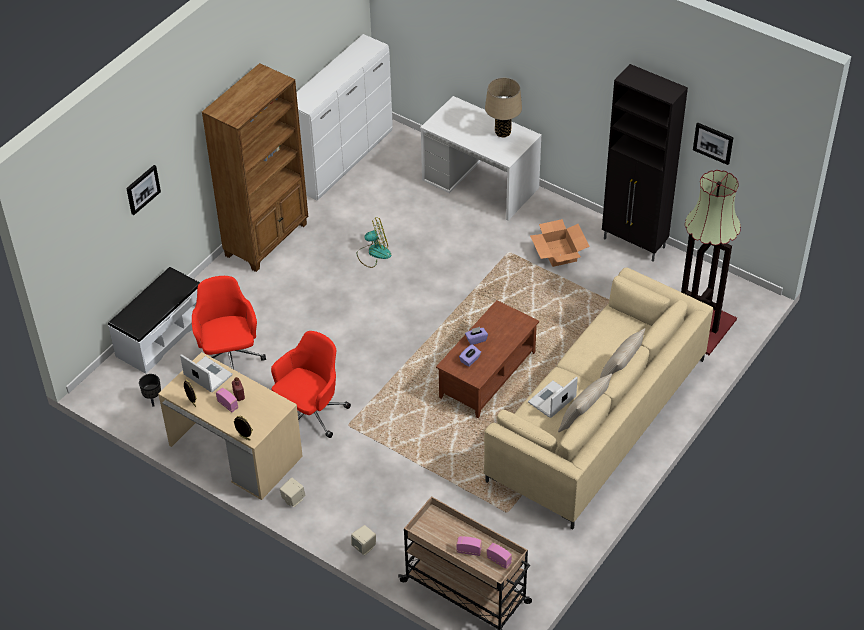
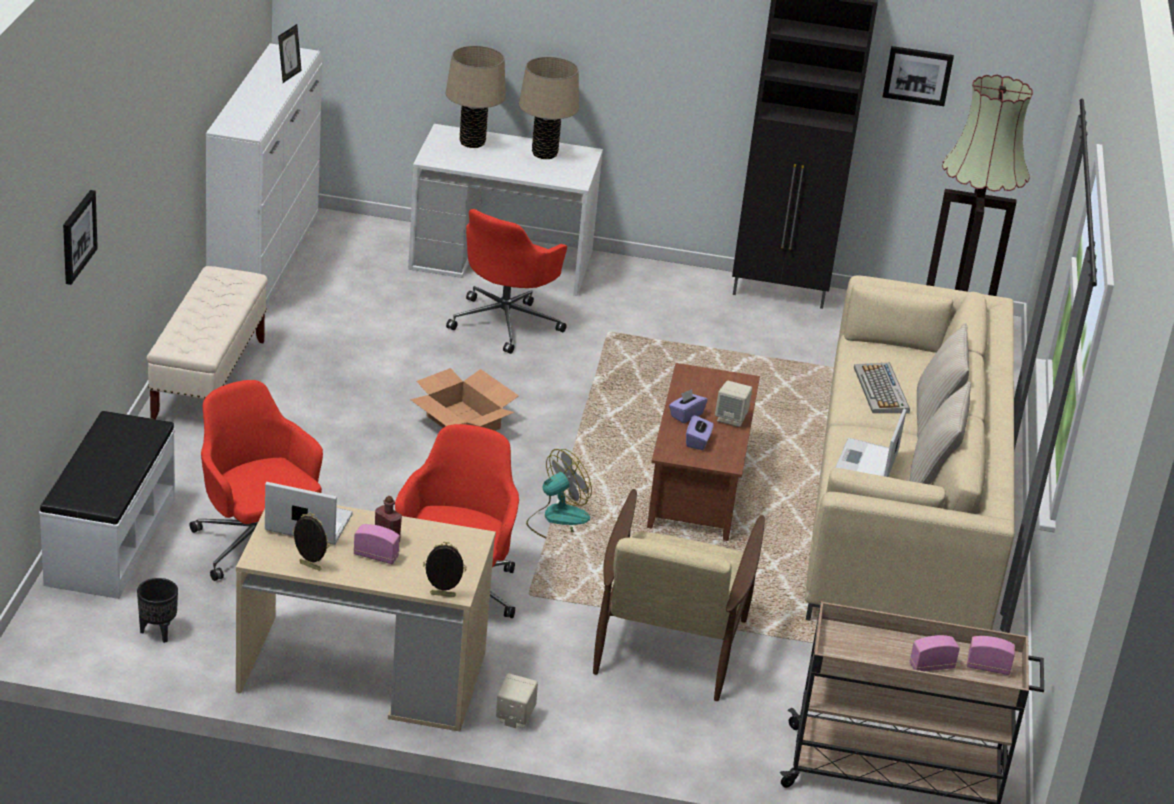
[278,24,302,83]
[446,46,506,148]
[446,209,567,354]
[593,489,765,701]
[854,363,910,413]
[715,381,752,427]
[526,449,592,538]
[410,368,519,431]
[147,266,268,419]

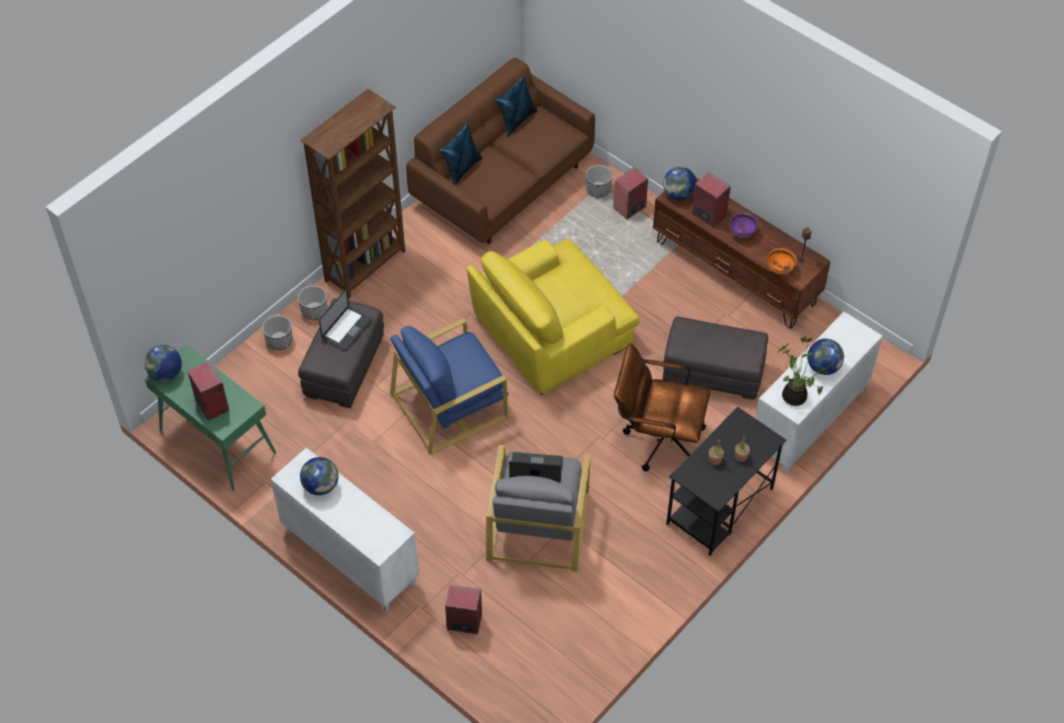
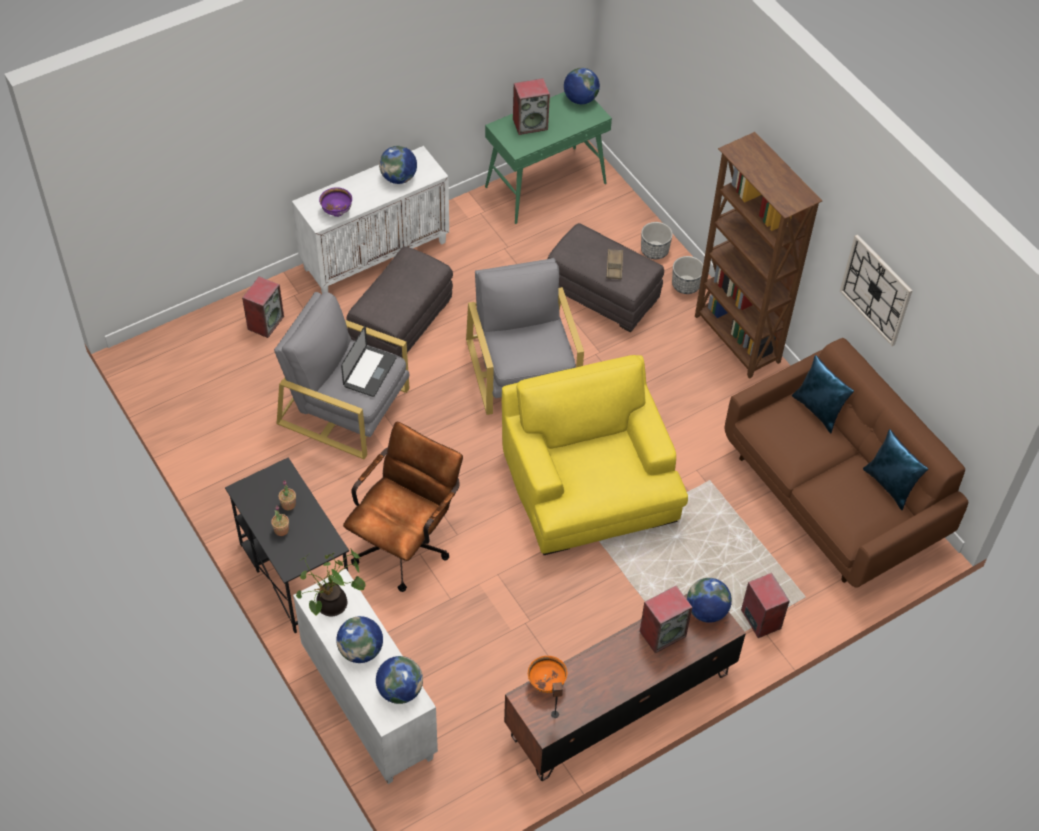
[586,165,613,198] (first image)
[376,656,423,704]
[840,235,913,346]
[347,246,453,358]
[319,187,352,217]
[606,249,623,279]
[466,258,584,415]

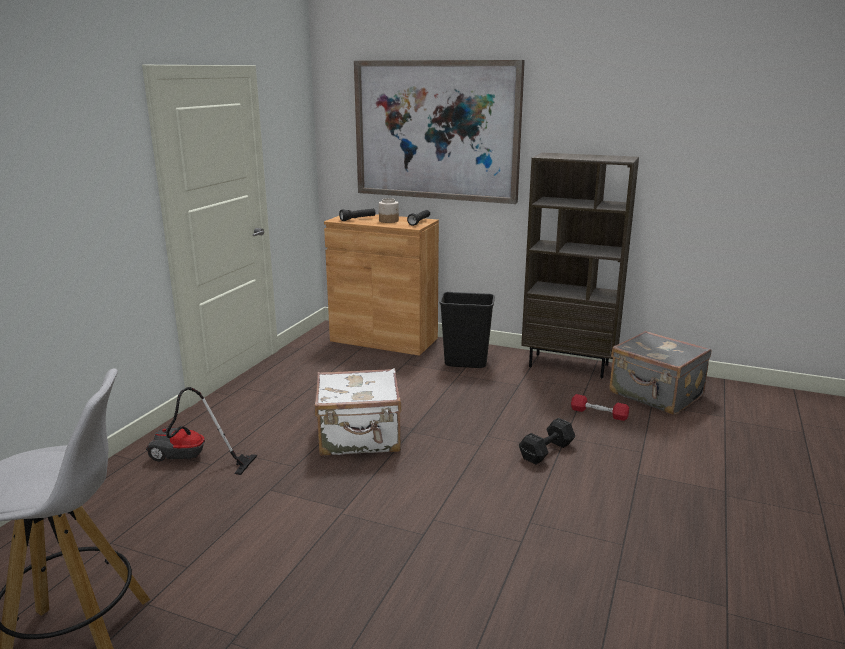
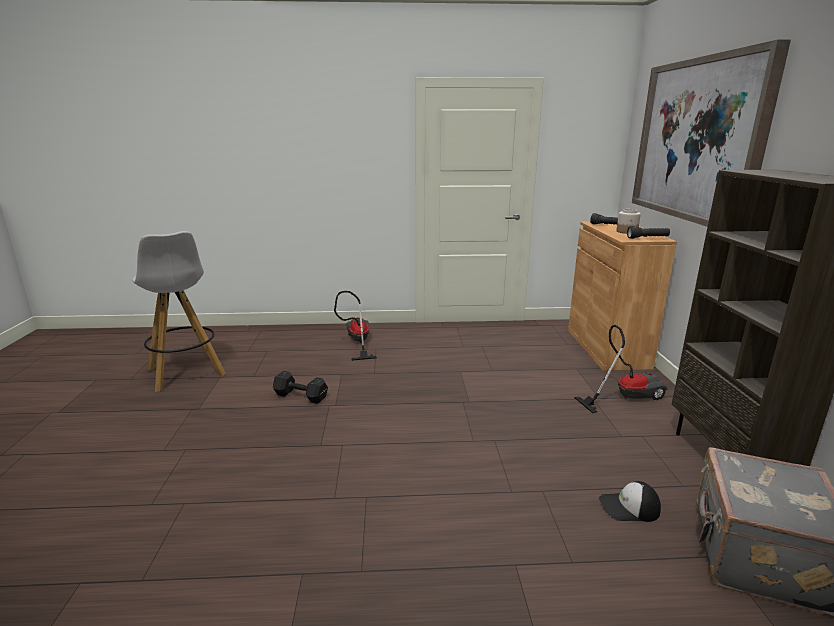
[315,368,401,456] (first image)
[273,371,328,404]
[575,325,667,414]
[599,481,661,522]

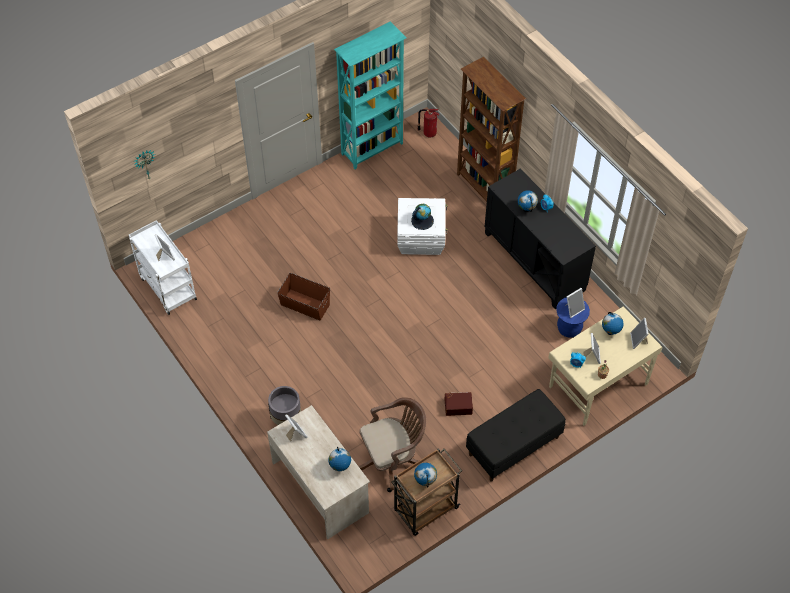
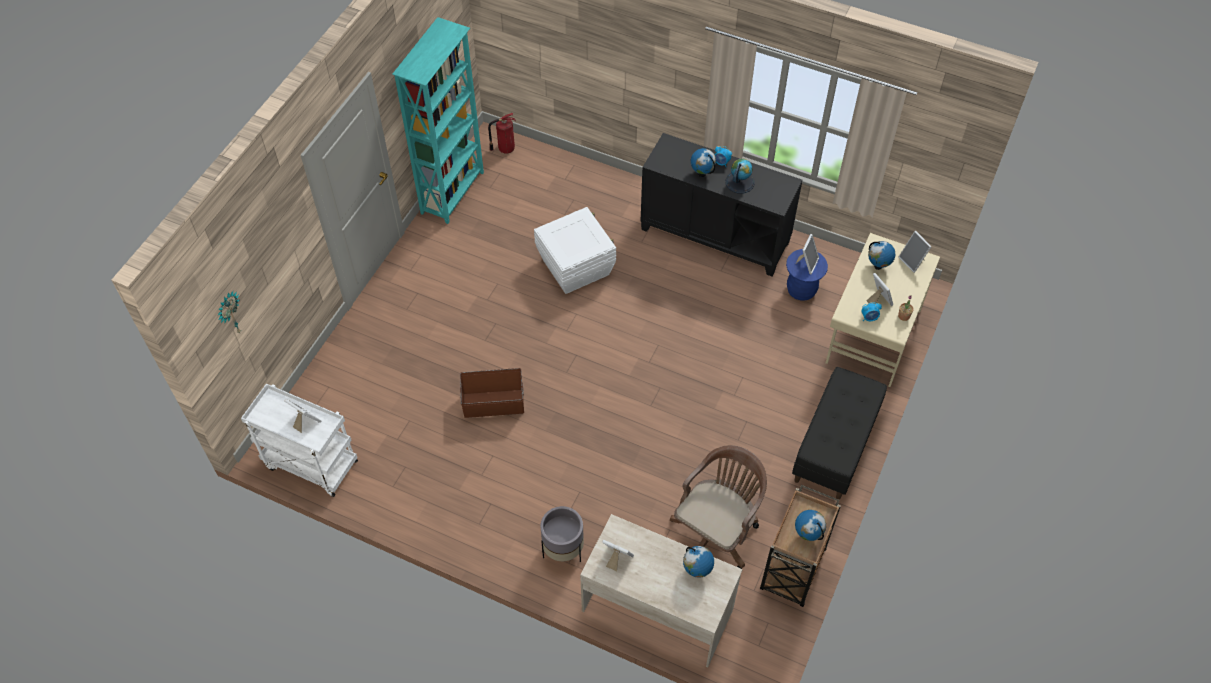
[444,392,473,416] (first image)
[457,57,526,202] (first image)
[725,158,755,193]

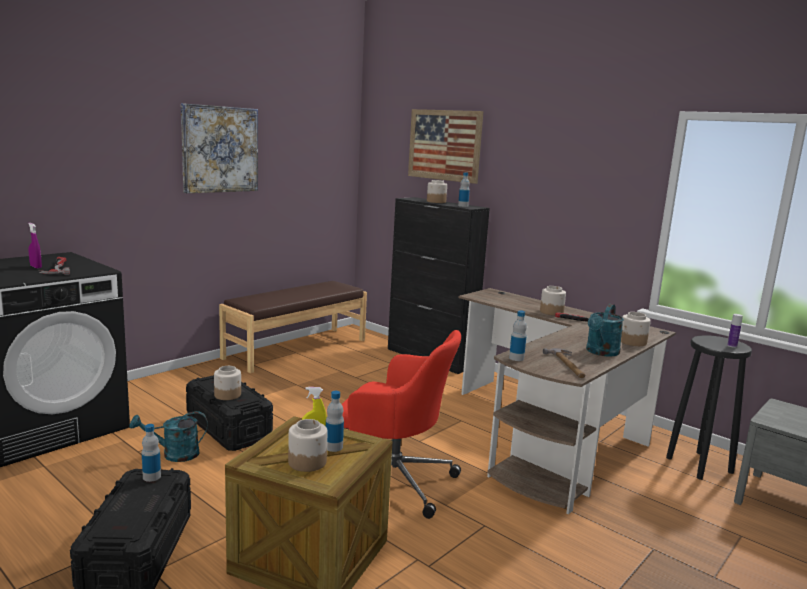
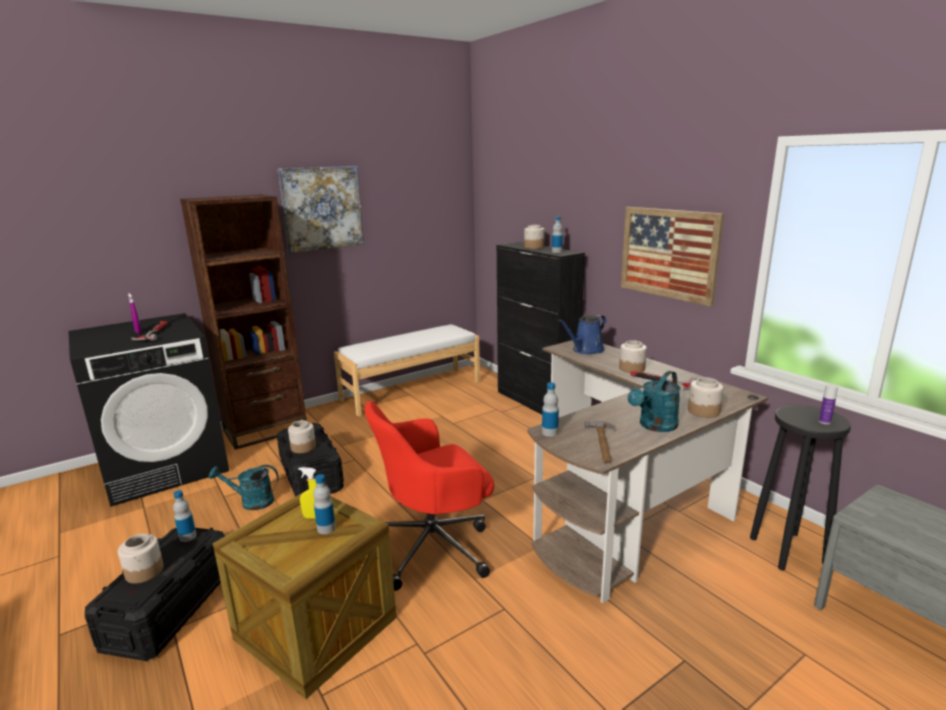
[180,194,307,450]
[558,315,606,354]
[118,534,164,584]
[621,207,724,307]
[334,324,480,417]
[365,401,494,591]

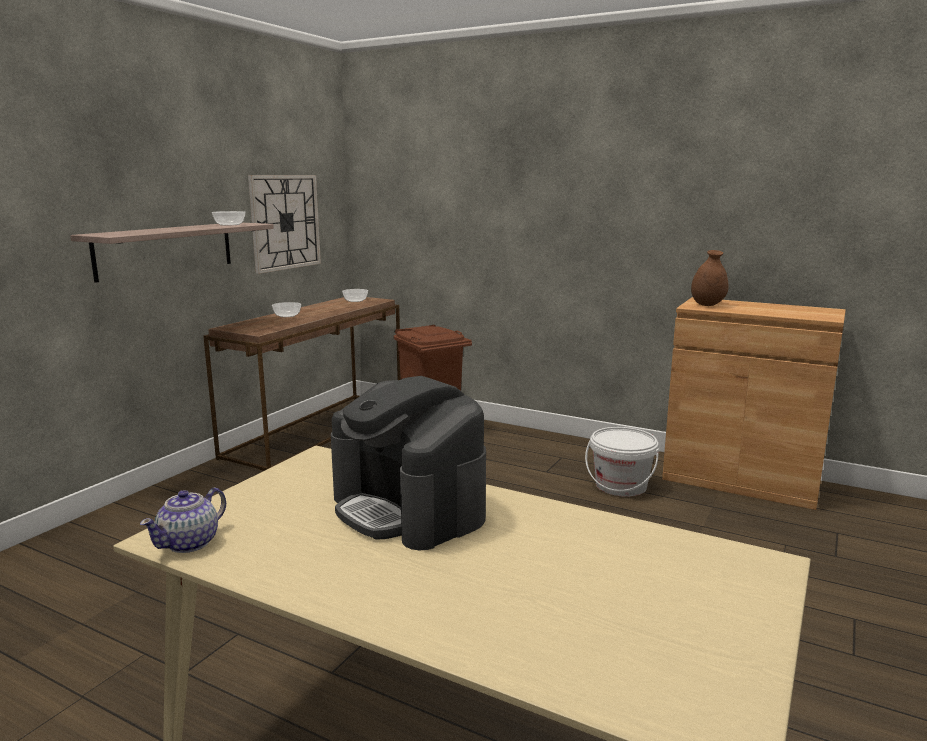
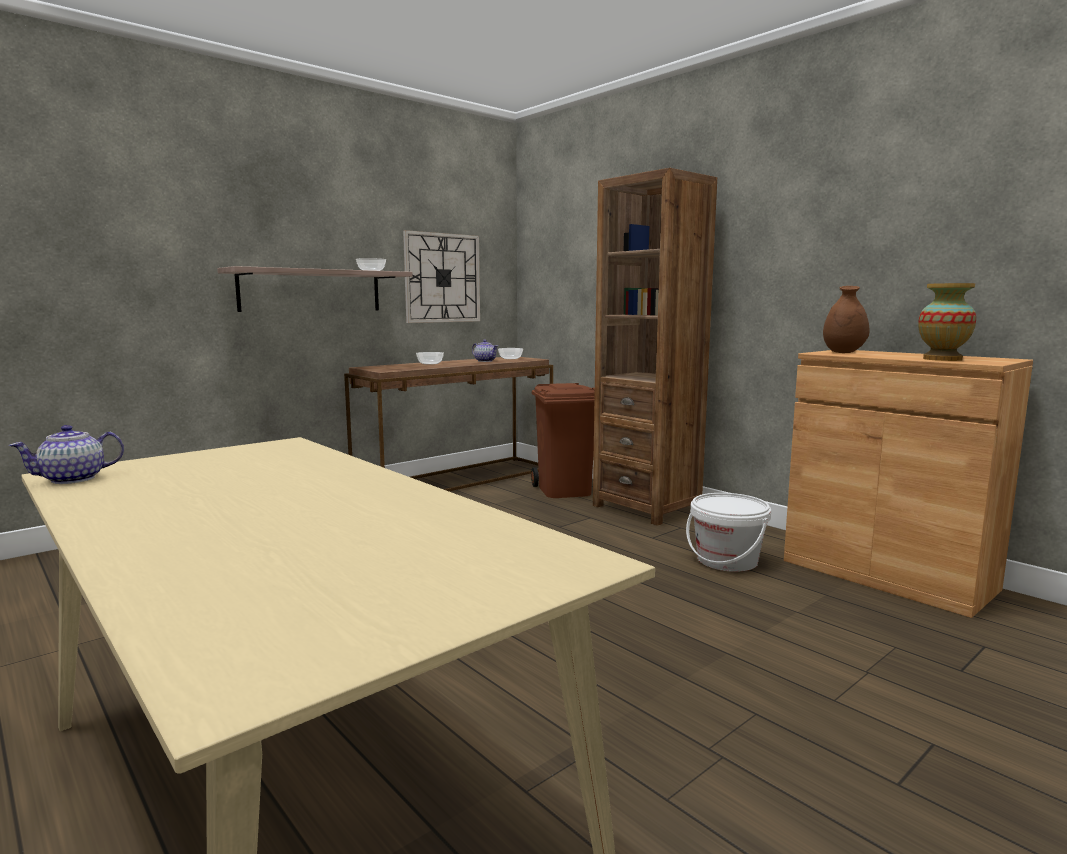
[331,376,486,550] (first image)
[472,340,498,362]
[593,168,717,526]
[918,283,976,361]

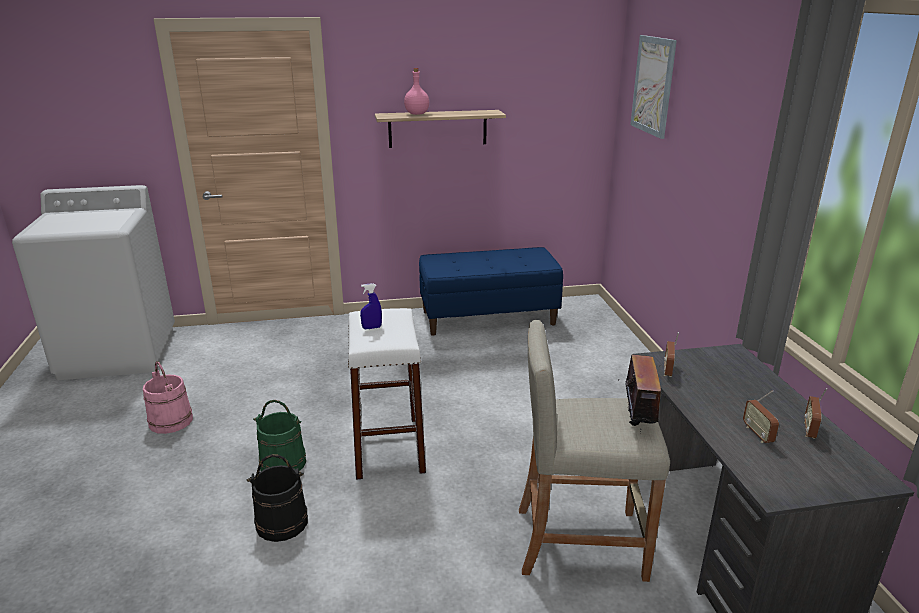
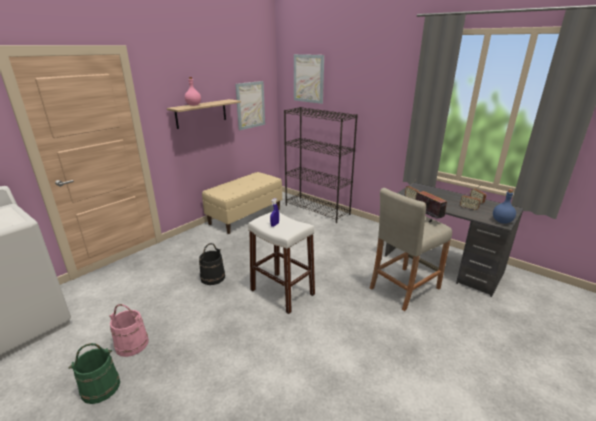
[235,81,265,130]
[284,107,358,223]
[493,189,516,223]
[199,243,225,285]
[68,343,120,404]
[202,172,282,234]

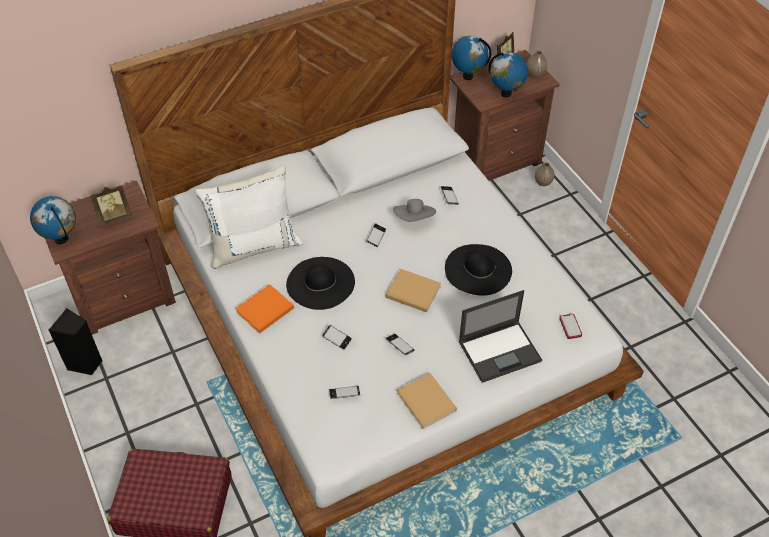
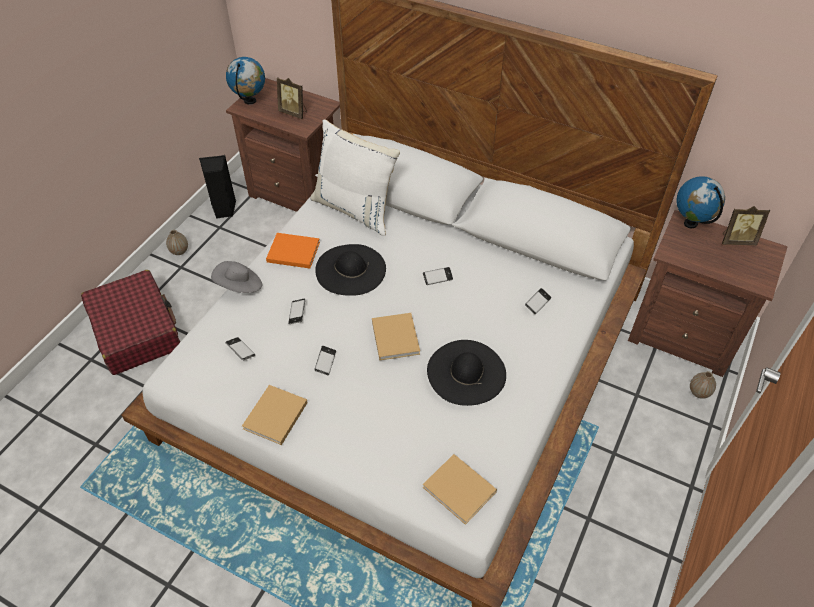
[459,290,542,383] (first image)
[489,52,528,97] (first image)
[211,261,262,293]
[166,230,188,255]
[423,454,497,525]

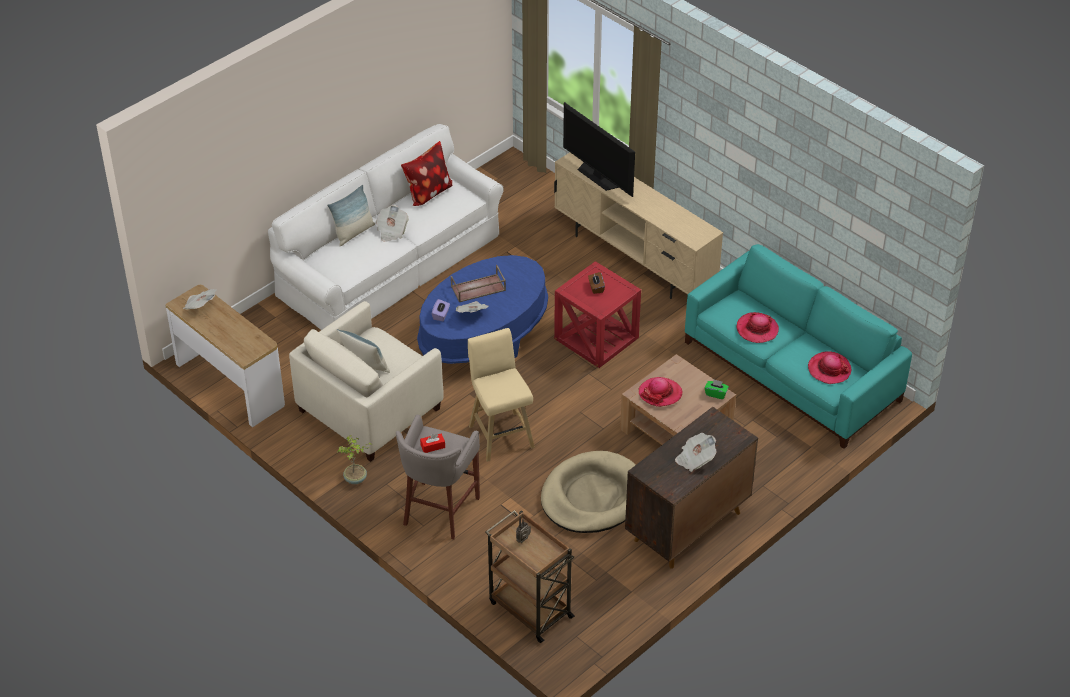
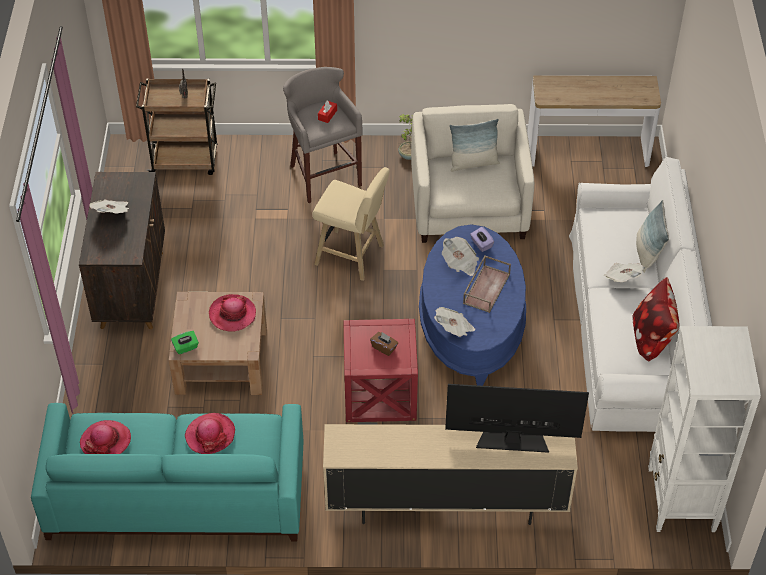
[541,451,636,533] (first image)
[648,326,761,532]
[434,307,475,337]

